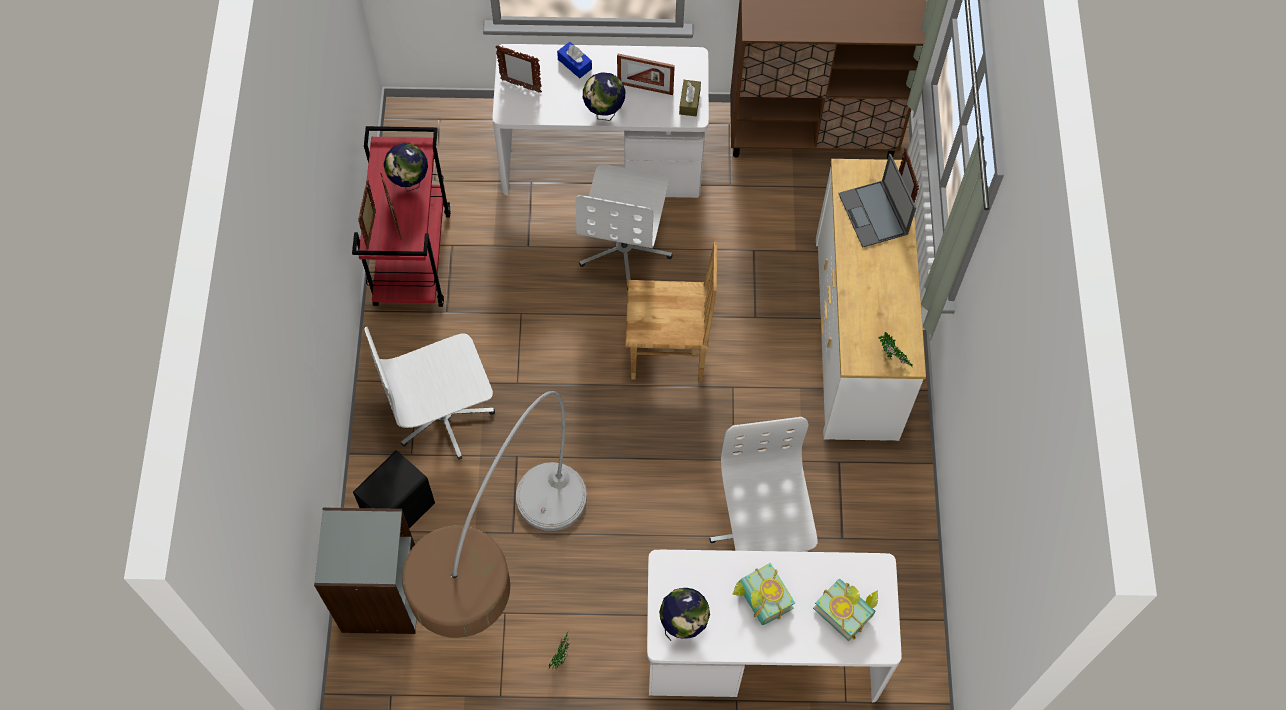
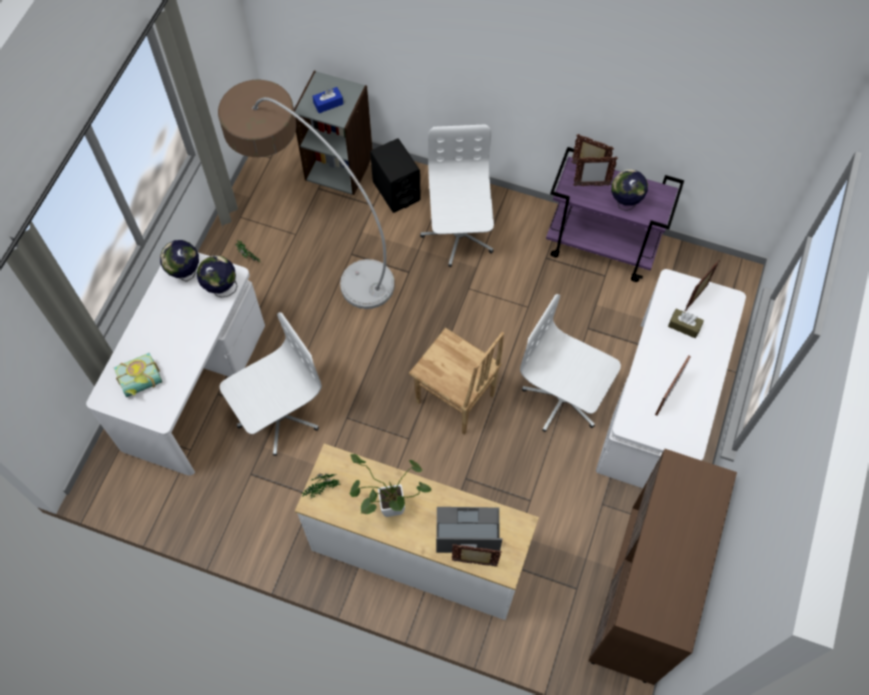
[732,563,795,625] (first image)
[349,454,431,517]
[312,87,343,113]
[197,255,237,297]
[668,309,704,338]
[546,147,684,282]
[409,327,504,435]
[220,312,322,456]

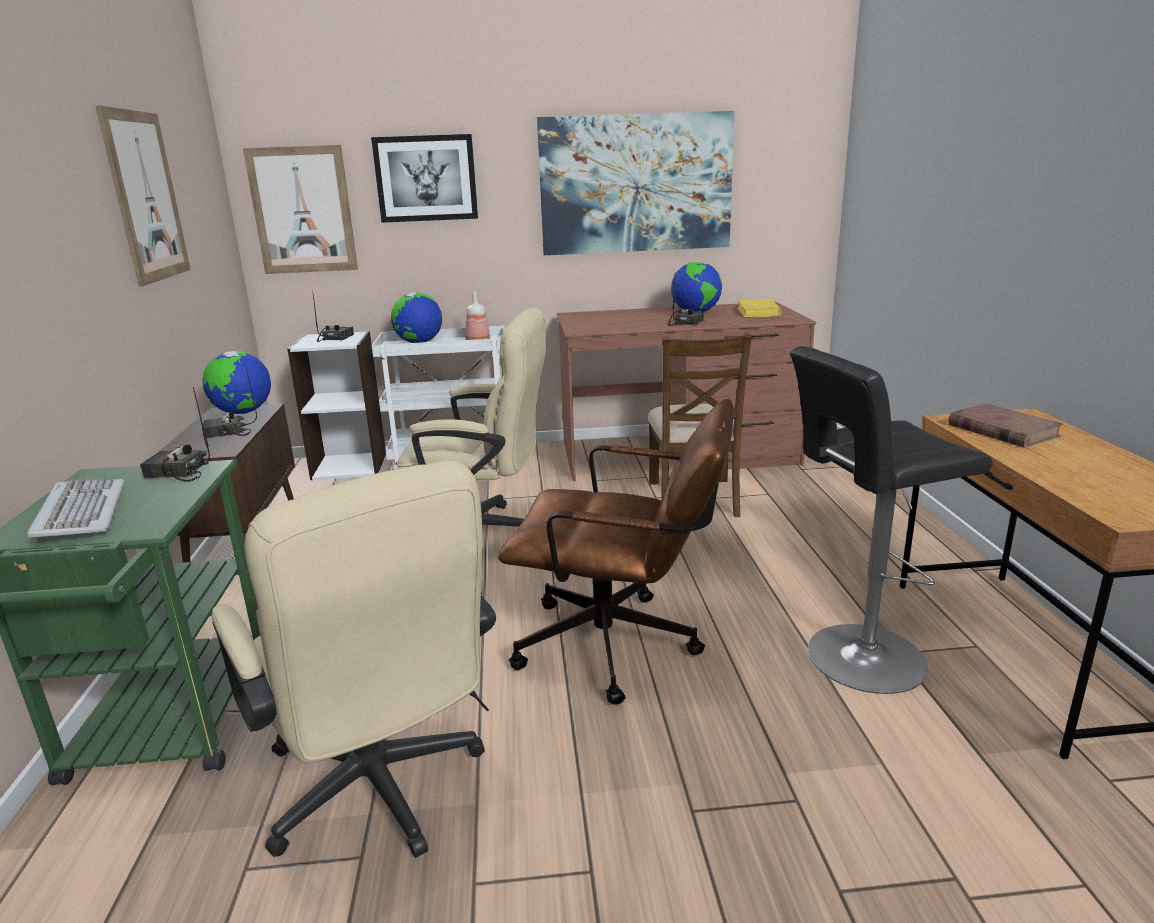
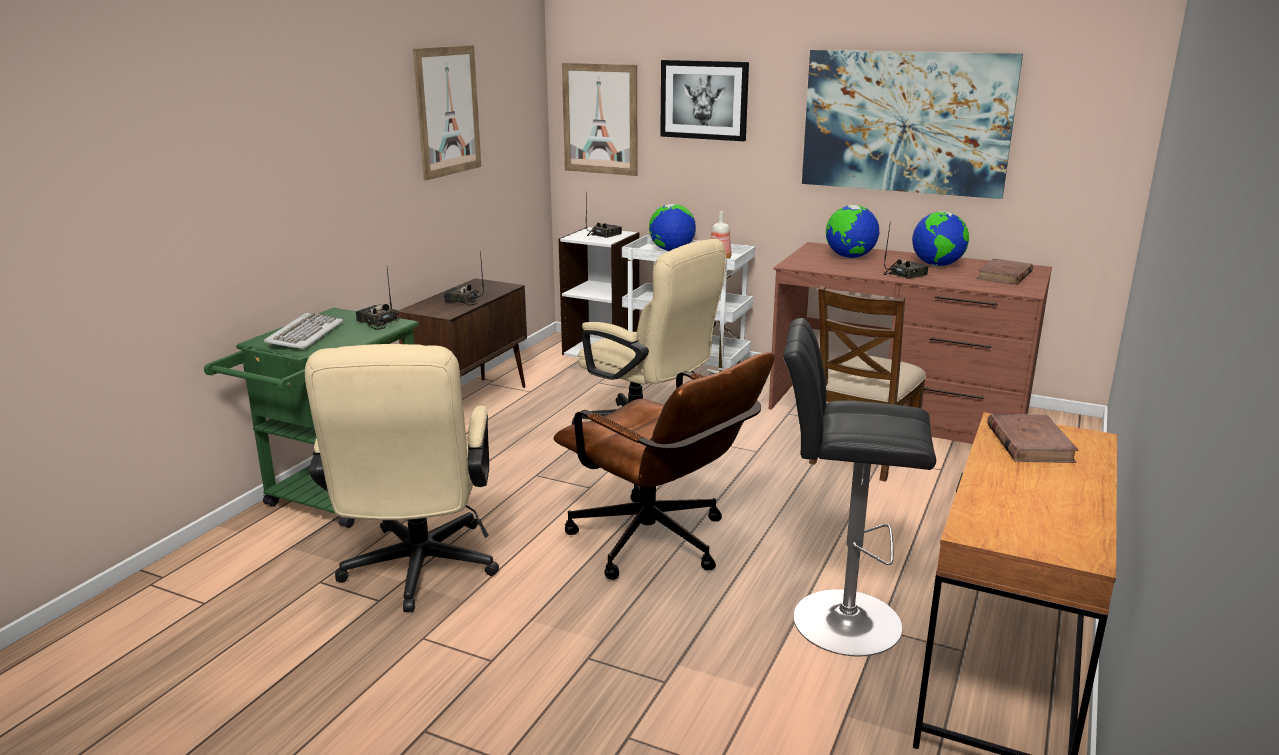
[826,205,879,258]
[976,259,1033,285]

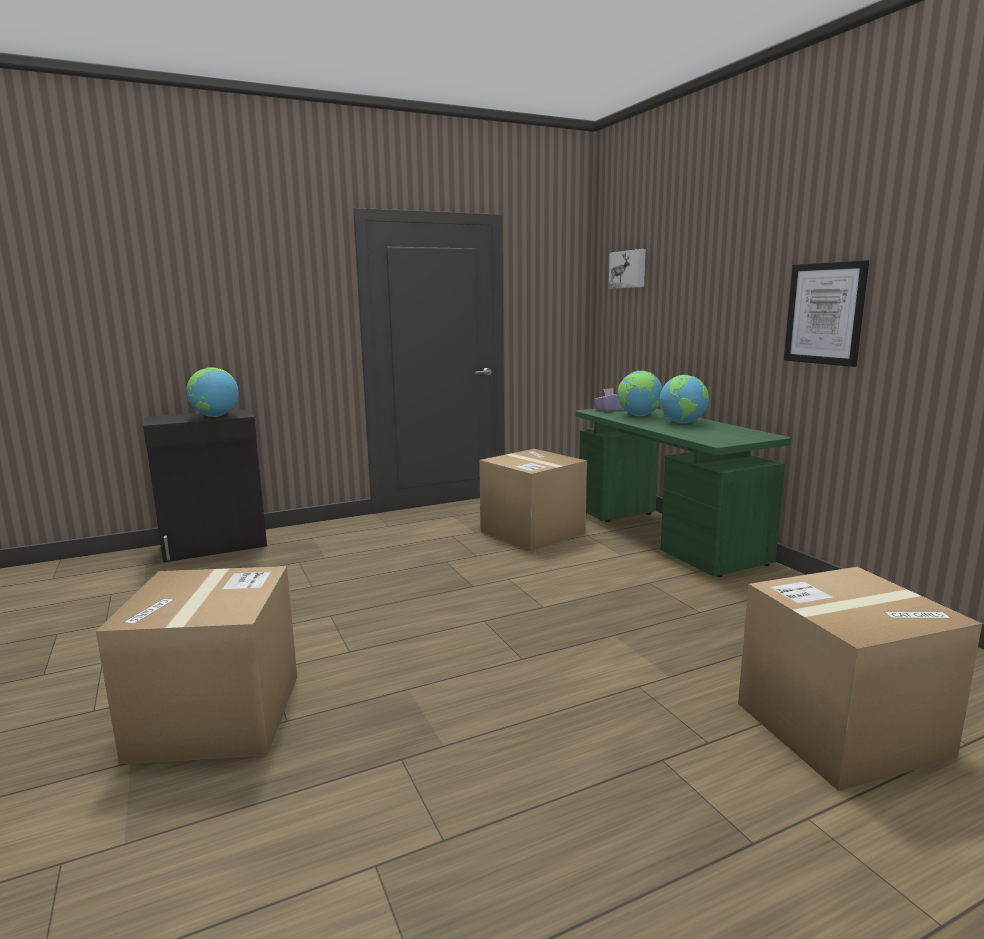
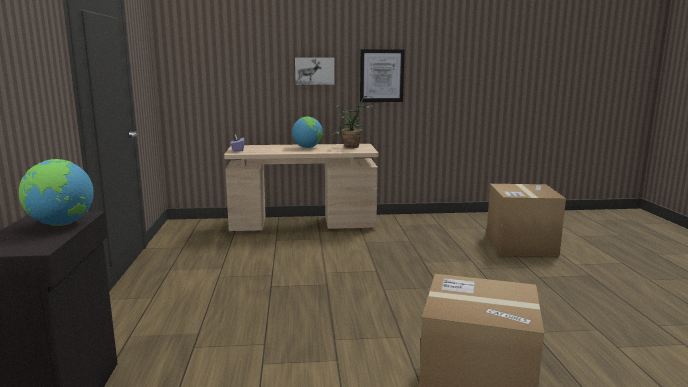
[479,449,587,551] (first image)
[618,371,662,416] (first image)
[331,96,374,148]
[295,57,335,85]
[224,144,378,232]

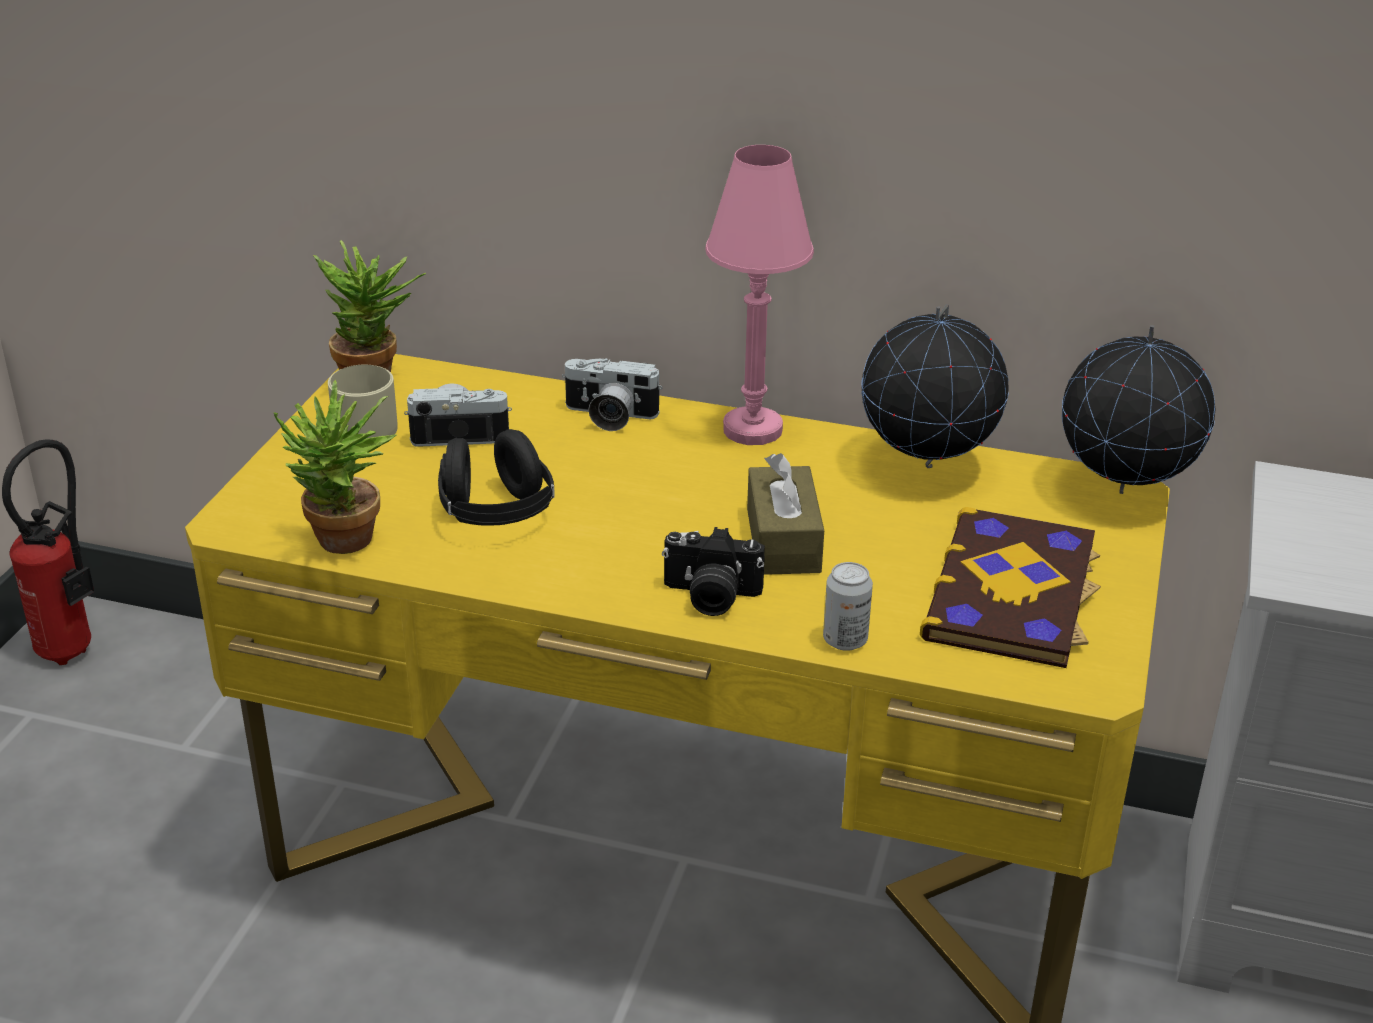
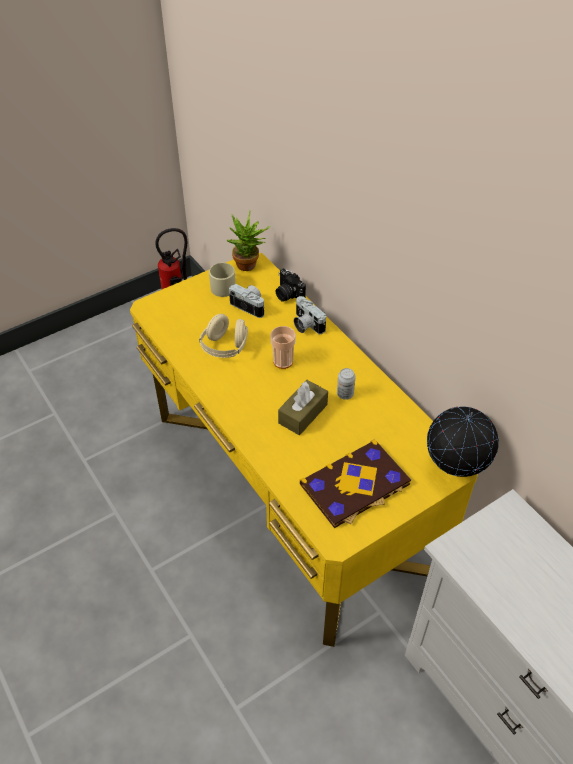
[274,380,397,554] (first image)
[705,145,814,445] (first image)
[861,304,1009,468] (first image)
[270,326,296,369]
[276,268,306,302]
[337,368,356,400]
[199,314,248,358]

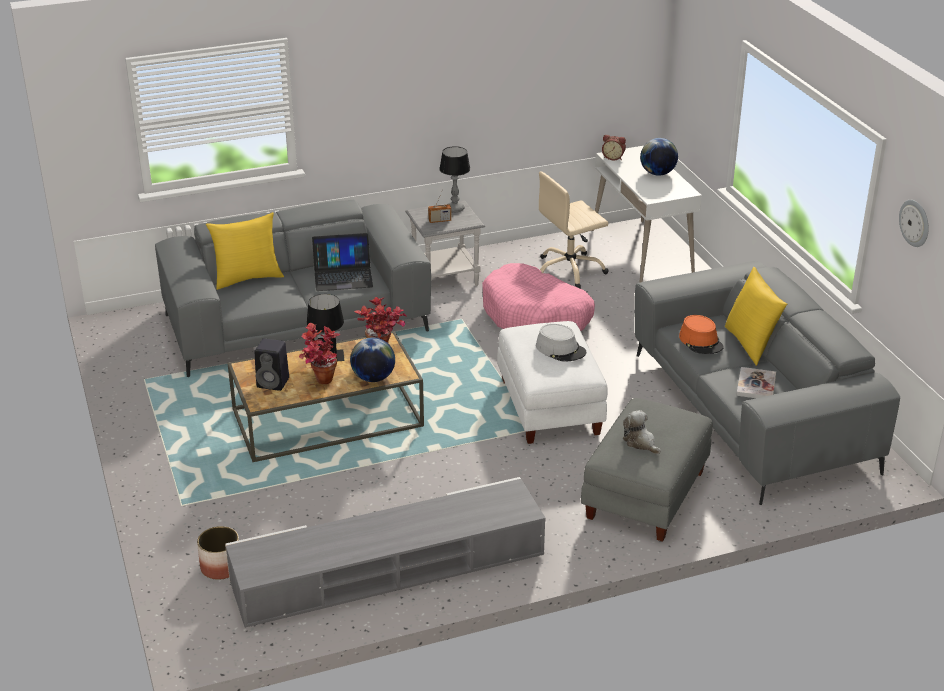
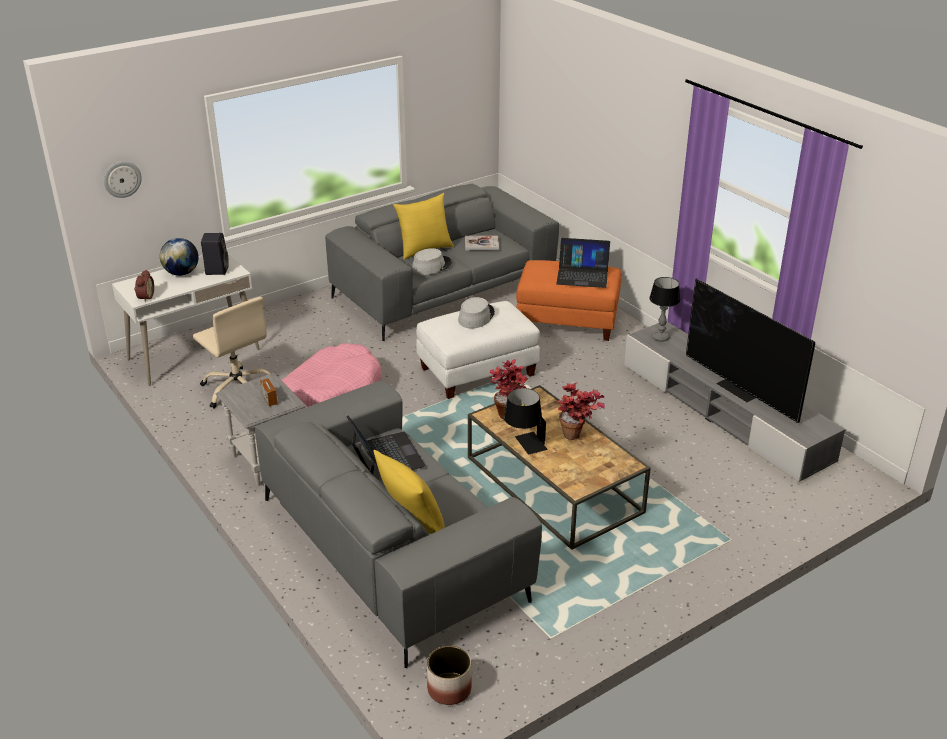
[350,337,395,382] (first image)
[686,278,815,423]
[427,646,472,705]
[201,233,229,275]
[649,277,680,342]
[104,161,142,198]
[556,238,610,288]
[516,260,622,341]
[412,248,452,275]

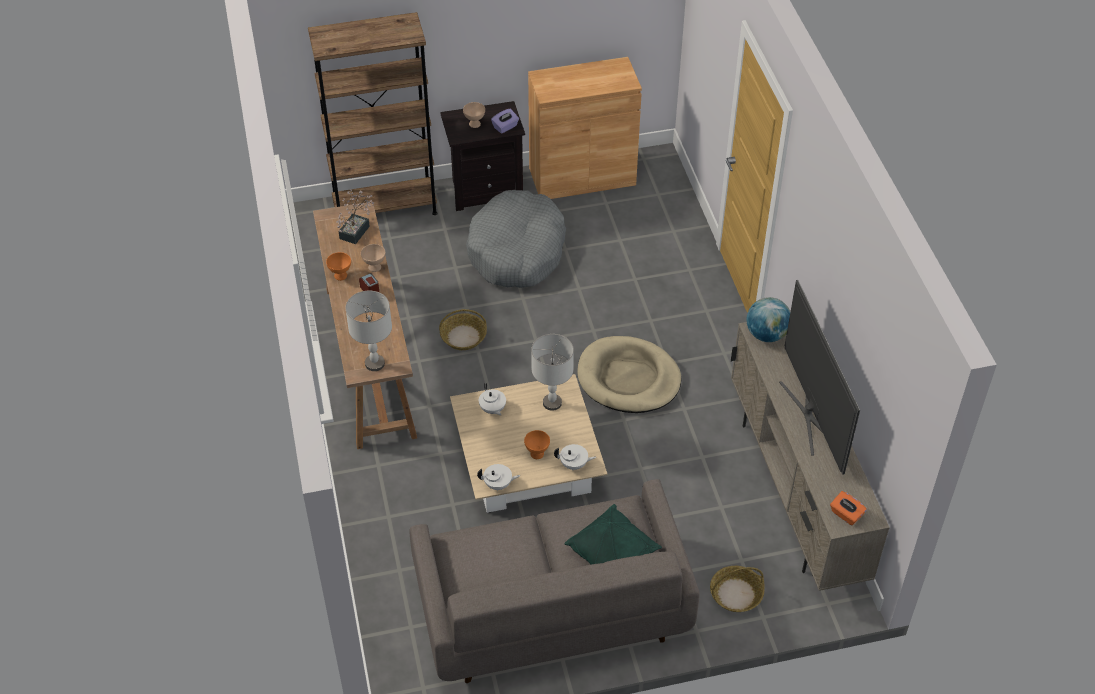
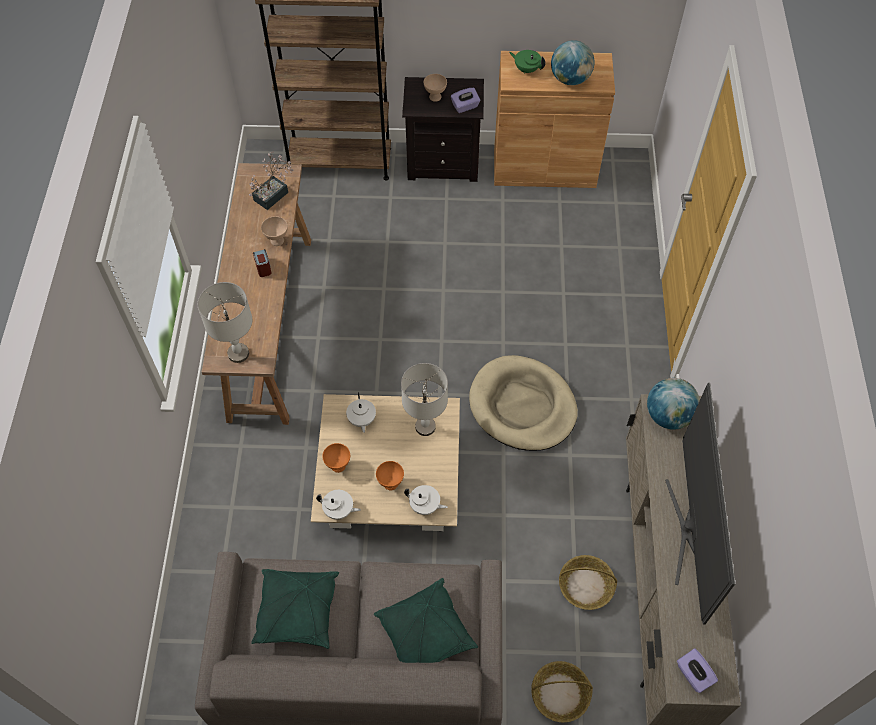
[466,190,566,288] (first image)
[251,569,339,649]
[509,50,546,74]
[551,40,595,85]
[322,443,350,473]
[559,555,617,610]
[677,648,718,693]

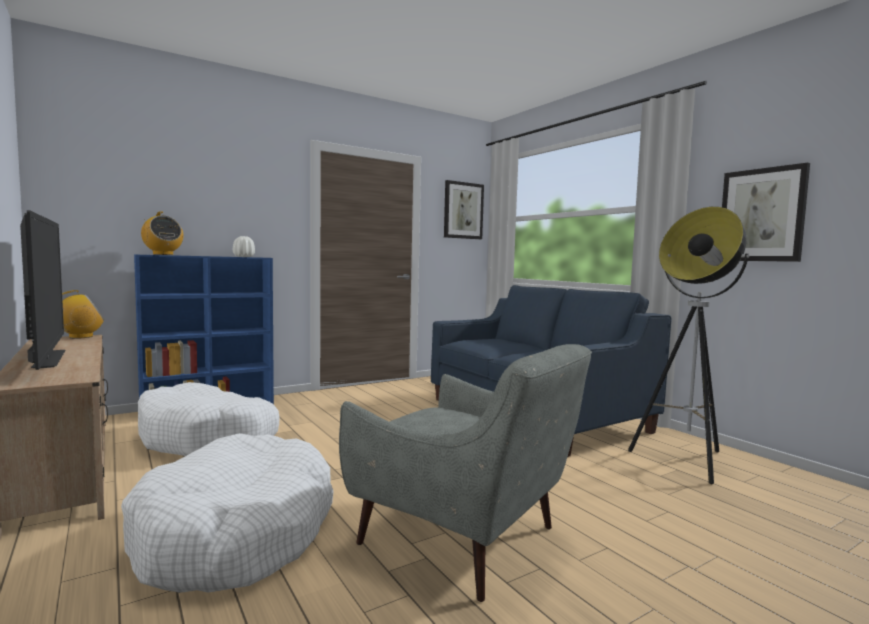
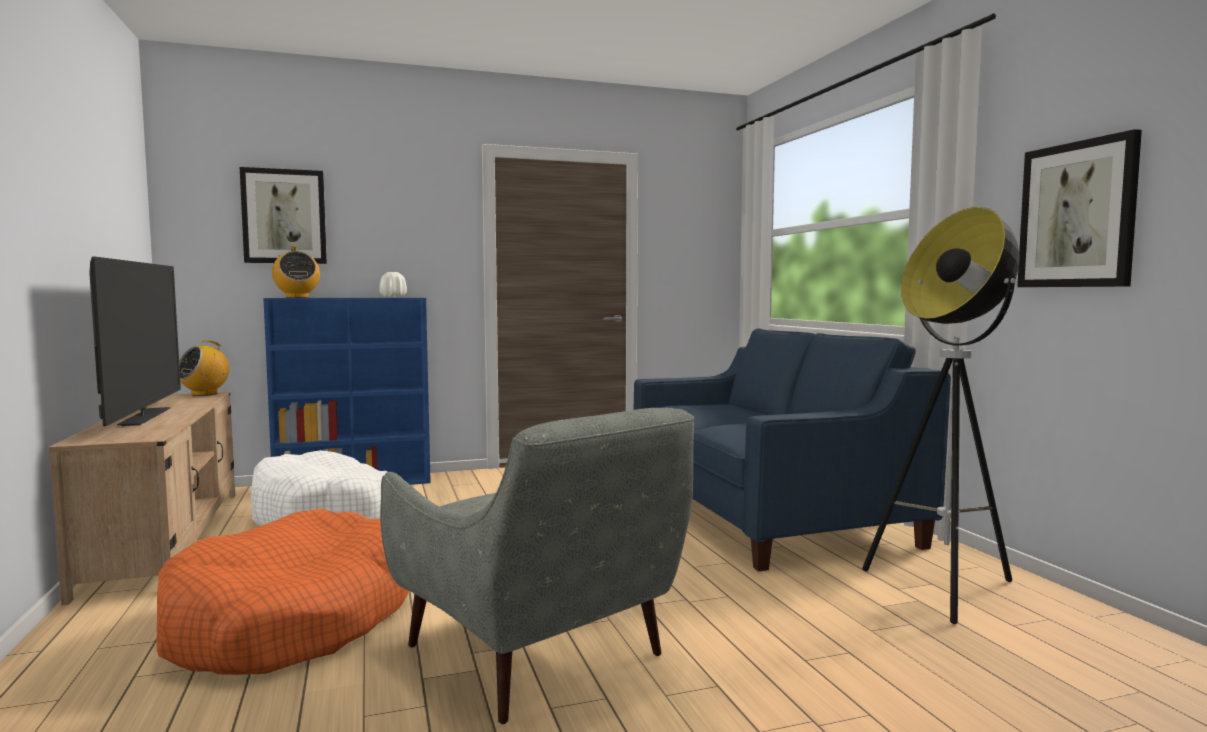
[240,167,327,264]
[157,509,409,675]
[179,340,229,396]

